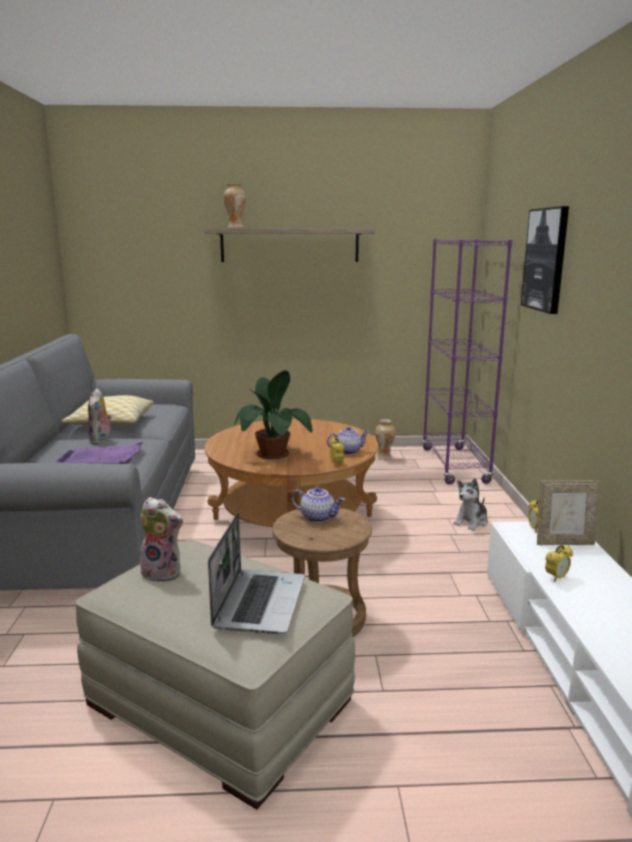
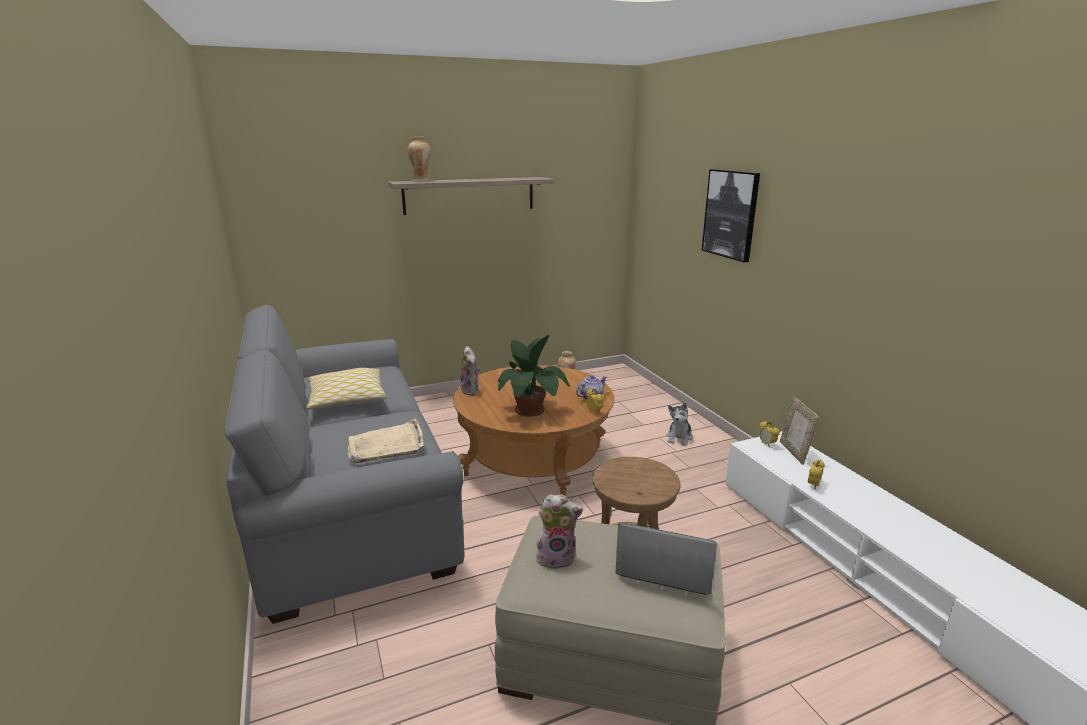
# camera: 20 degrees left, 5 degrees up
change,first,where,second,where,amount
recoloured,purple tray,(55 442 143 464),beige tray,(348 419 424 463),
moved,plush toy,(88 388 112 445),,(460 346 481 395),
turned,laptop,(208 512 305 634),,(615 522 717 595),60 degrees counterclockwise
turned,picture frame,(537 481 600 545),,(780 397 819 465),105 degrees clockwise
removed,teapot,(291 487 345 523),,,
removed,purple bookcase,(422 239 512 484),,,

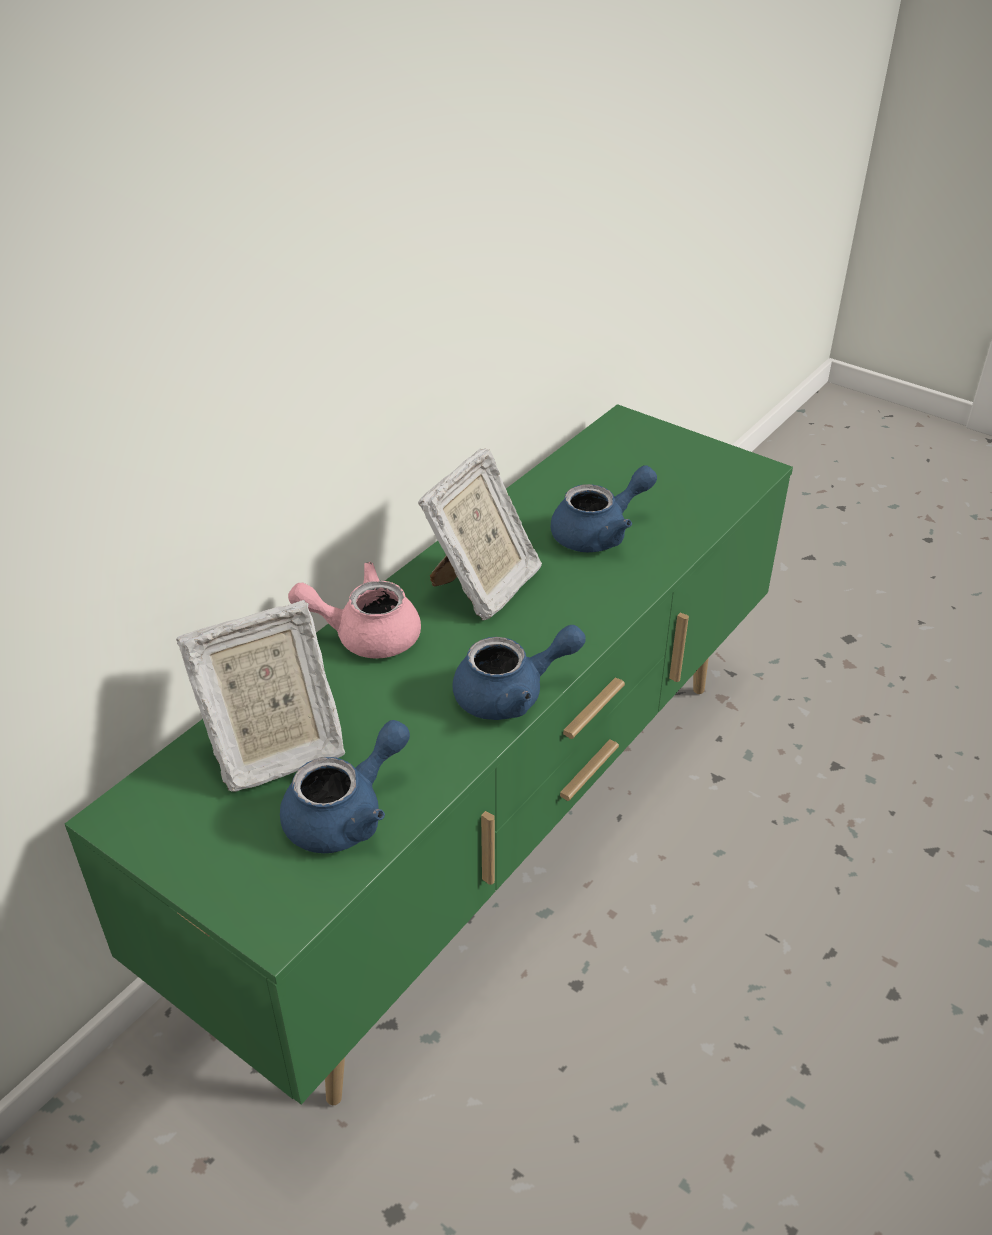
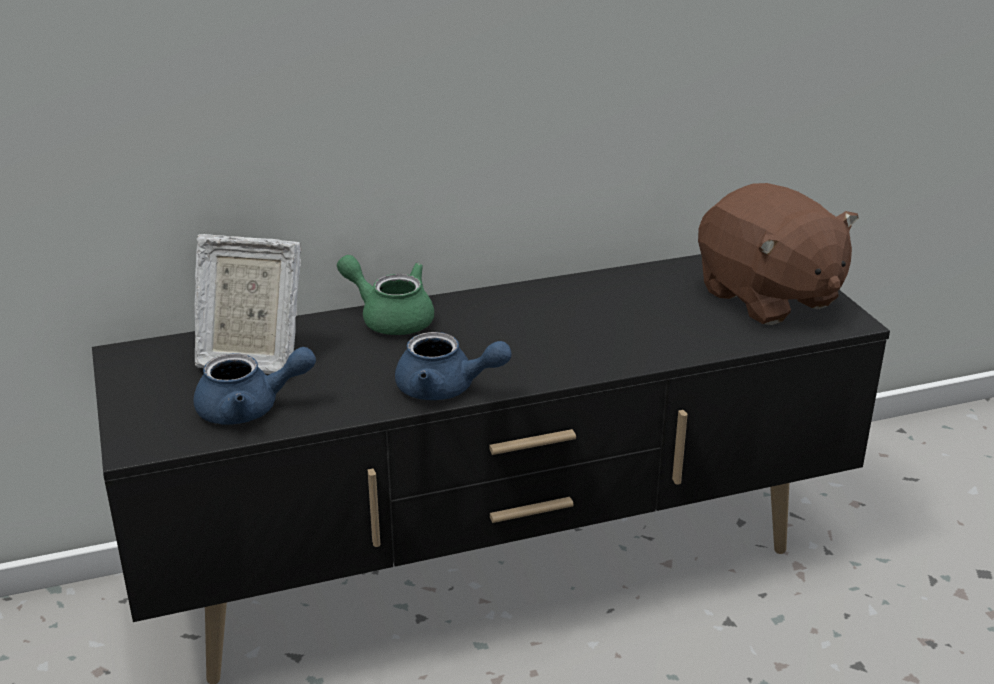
# camera: 35 degrees right, 10 degrees down
change,first,where,second,where,amount
recoloured,green tv stand,(65 404 793 1105),black tv stand,(92 254 890 684),
recoloured,pink teapot,(288 562 421 658),green teapot,(337 255 434 335),
added,,,brown plush toy,(698 183 859 325),
removed,picture frame,(418 448 542 620),,,
removed,blue teapot,(551 466 657 552),,,

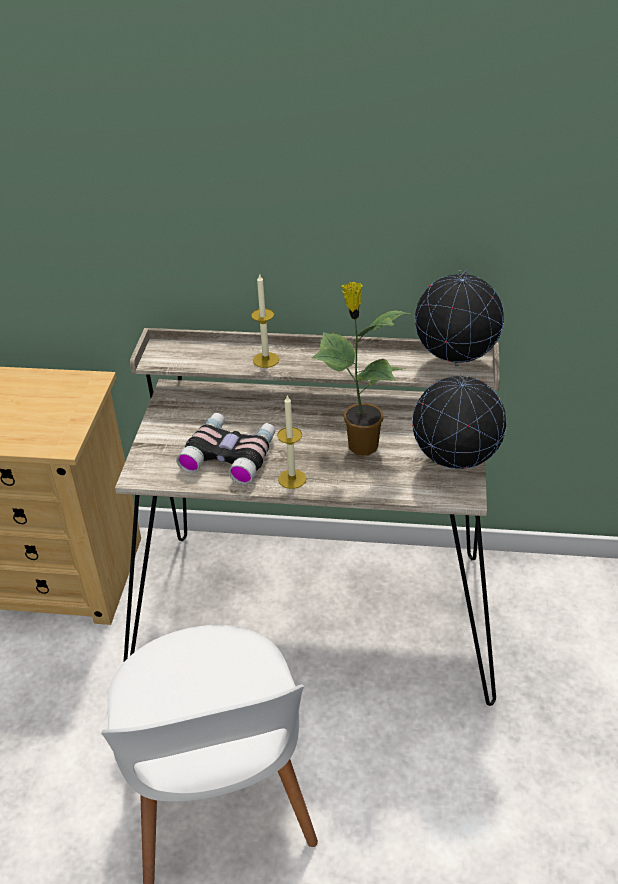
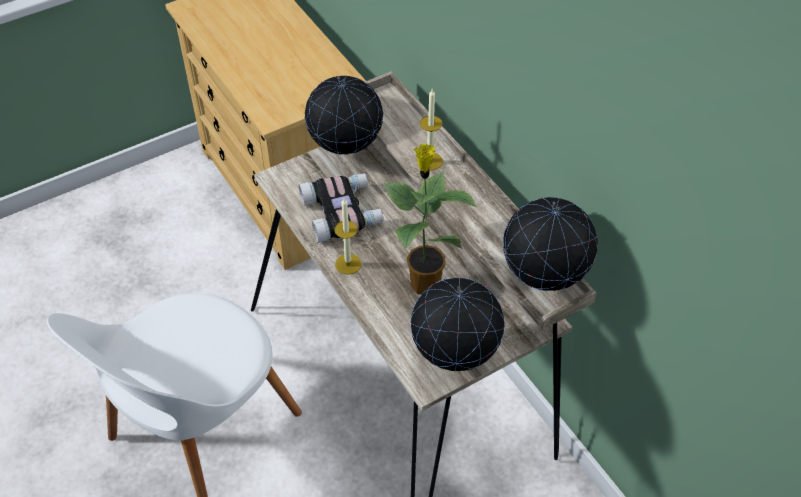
# camera: 50 degrees right, 10 degrees up
change,first,where,second,where,amount
added,,,globe,(304 76 384 154),

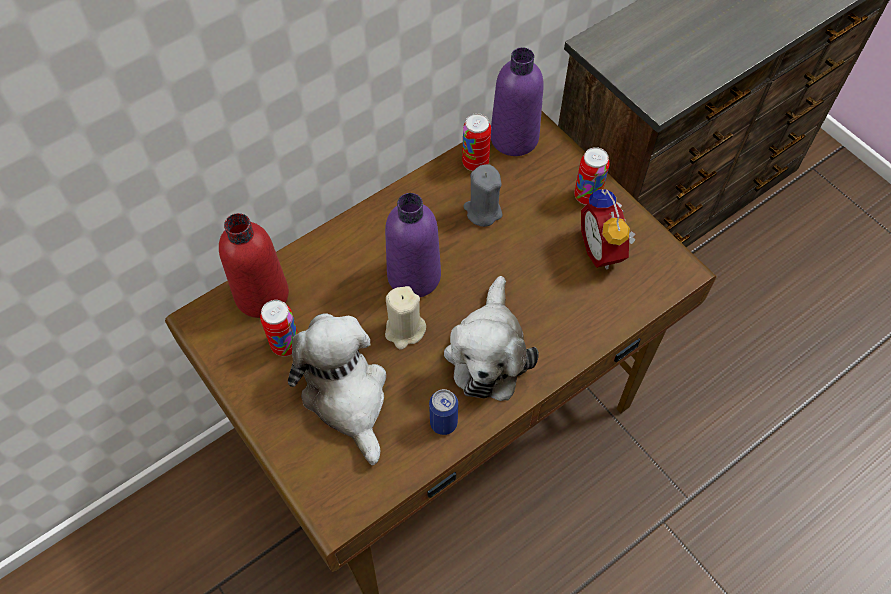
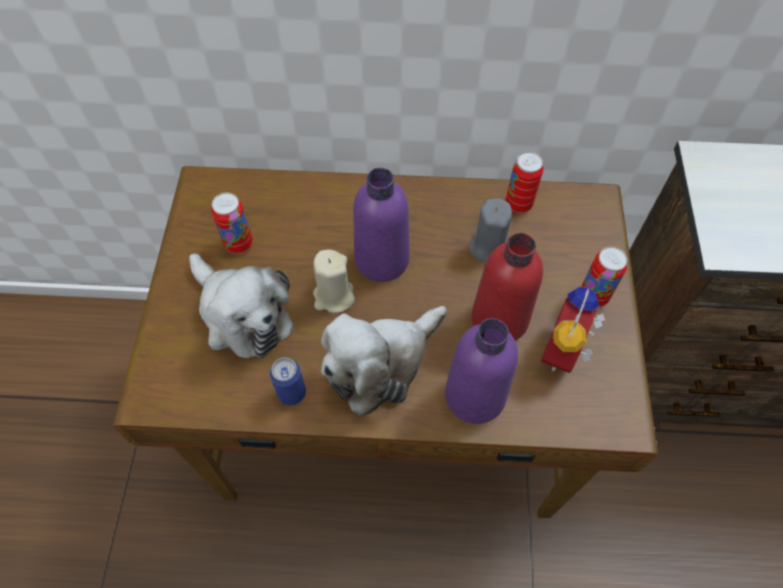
# camera: 40 degrees right, 0 degrees up
change,first,where,second,where,amount
turned,plush toy,(288 314 386 465),,(189 253 294 358),120 degrees clockwise
moved,purple bottle,(491 47 544 156),,(445 318 518 424),
moved,red bottle,(219 213 289 318),,(471 233 543 341),

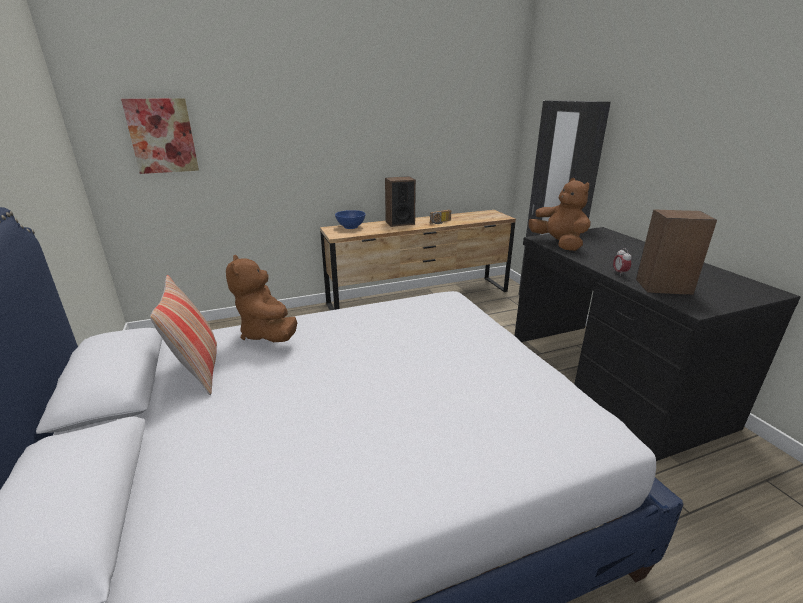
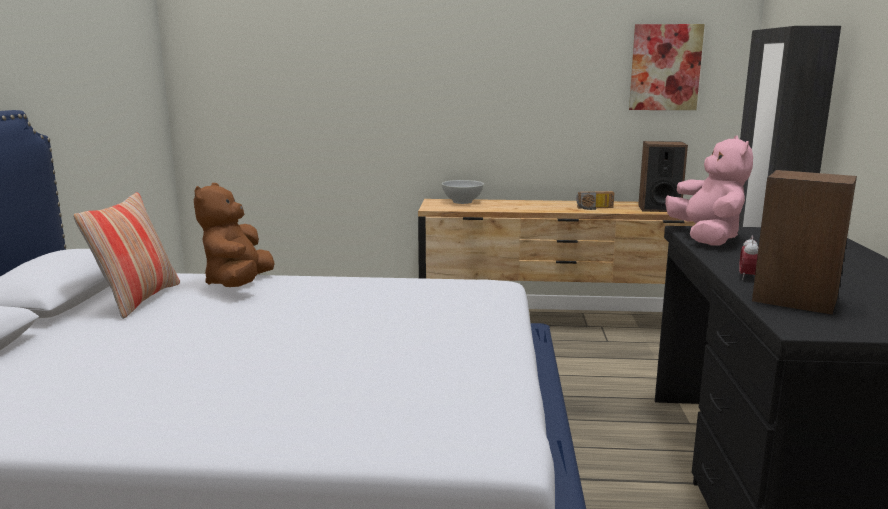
# camera: 25 degrees right, 10 degrees down
change,first,where,second,where,amount
recoloured,blue bowl,(335 210 366 229),white bowl,(442 180 484 204),
moved,picture,(121 98 199 174),,(629 24 705 110),
moved,speaker,(385 176 416 227),,(638 141 688 212),
recoloured,brown plush toy,(529 178 590 251),pink plush toy,(665 136 753 246),

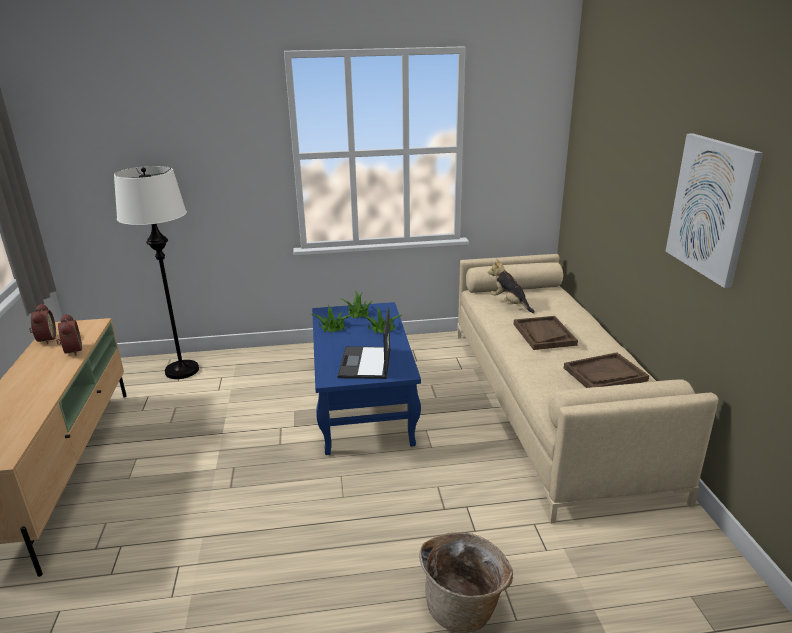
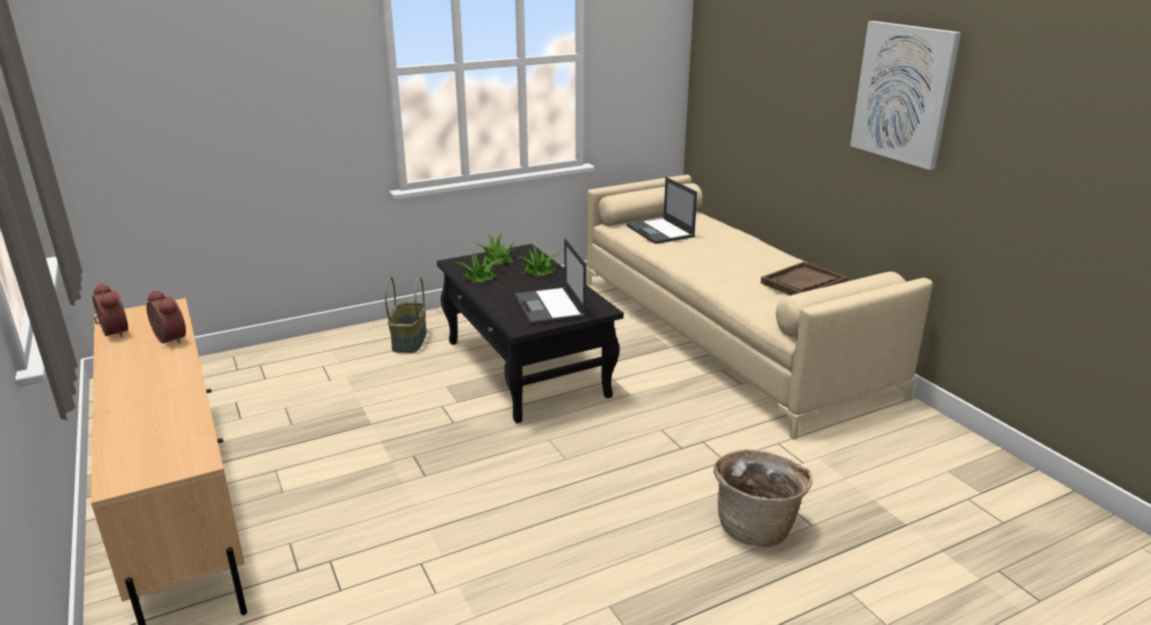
# camera: 20 degrees left, 0 degrees up
change,first,where,second,where,amount
added,,,basket,(385 277 427 353),
recoloured,blue coffee table,(312 302 421 455),black coffee table,(437 244 624 423),
replaced,plush toy,(488 259 535 313),laptop,(627 177 697 244),
removed,white floor lamp,(114 166 199 379),,,
removed,brown tray,(514 316 578 350),,,

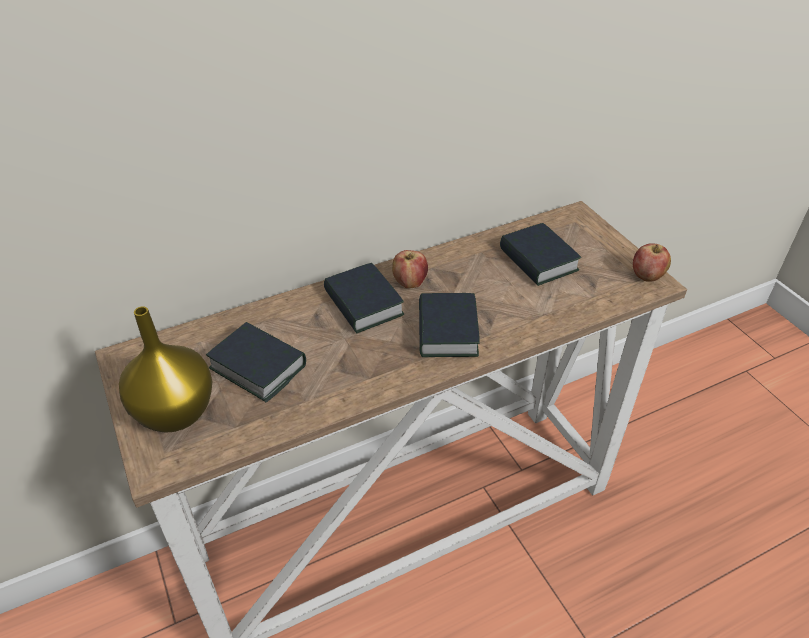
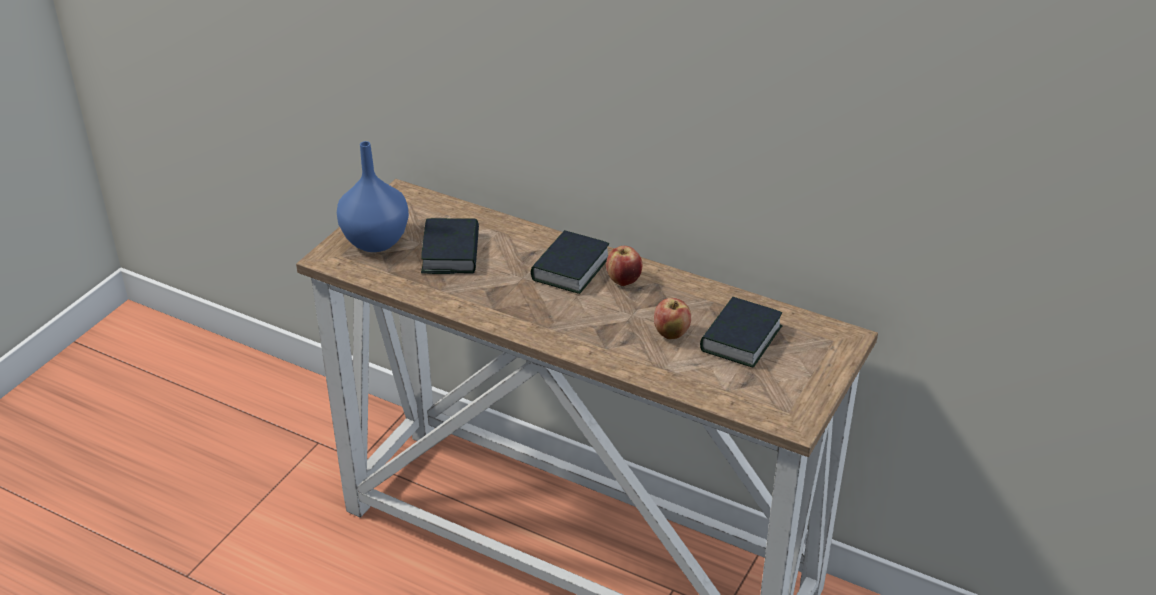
# camera: 55 degrees right, 5 degrees down
change,first,where,second,where,amount
recoloured,yellow vase,(119 306 212 433),blue vase,(337 141 409 252),
moved,apple,(633 244 671 282),,(654 298 691 339),
removed,book,(419 293 479 357),,,

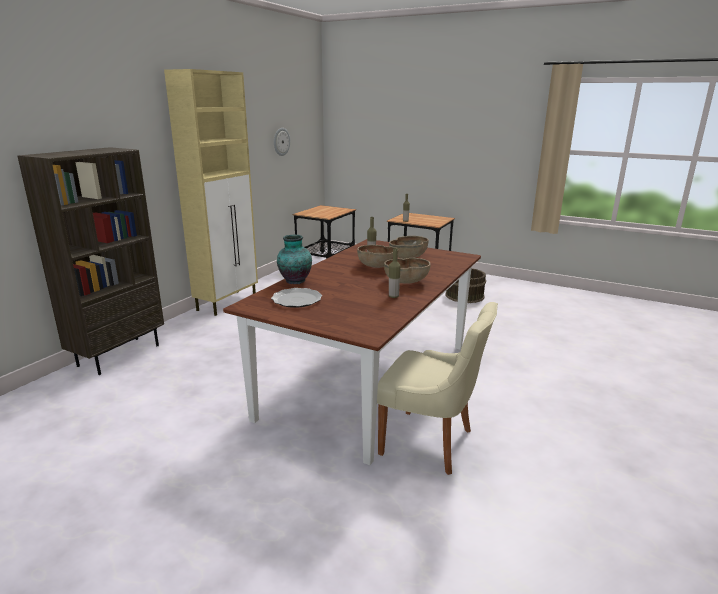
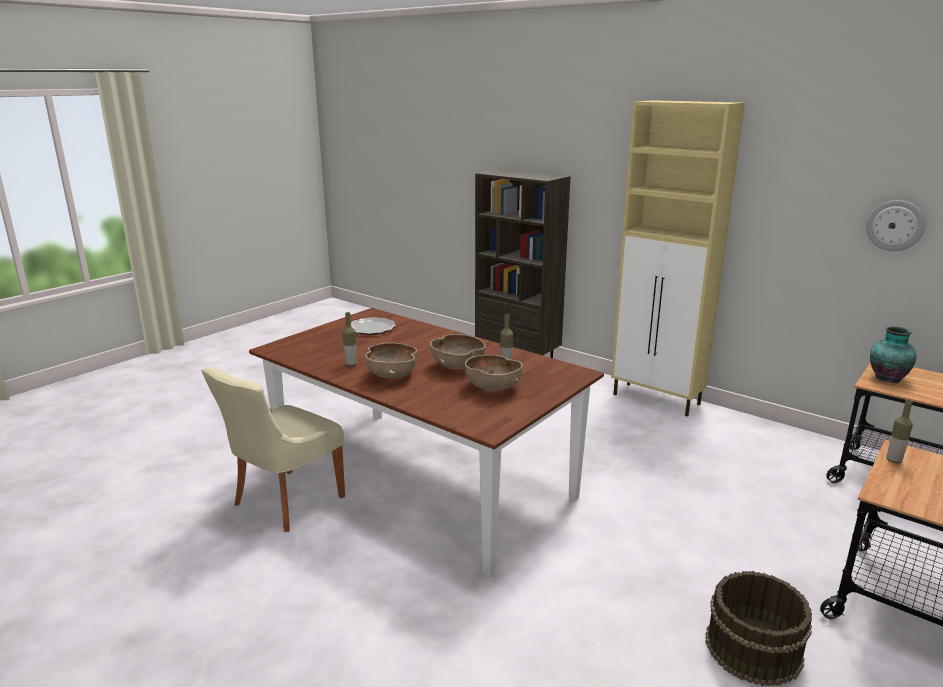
# camera: 100 degrees right, 0 degrees up
change,first,where,second,where,amount
moved,vase,(277 235 312 284),,(870 327 916 383),

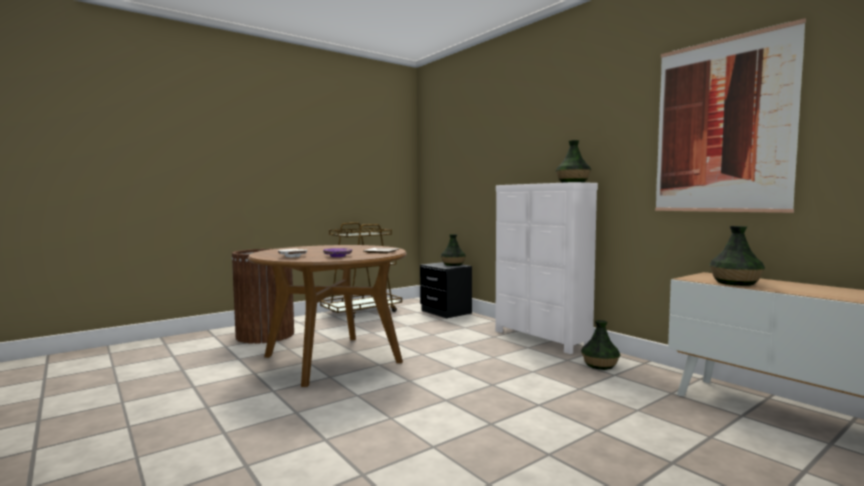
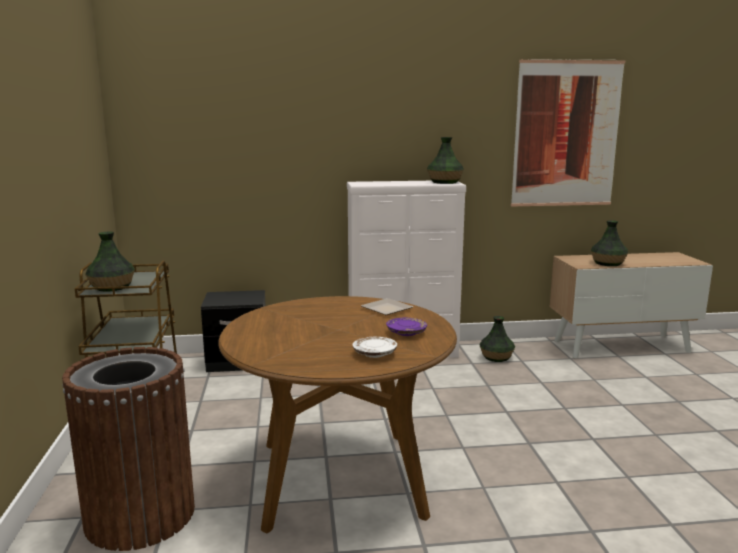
# camera: 60 degrees left, 10 degrees up
change,first,where,second,where,amount
moved,vase,(441 234 466 266),,(85 232 135 292),

